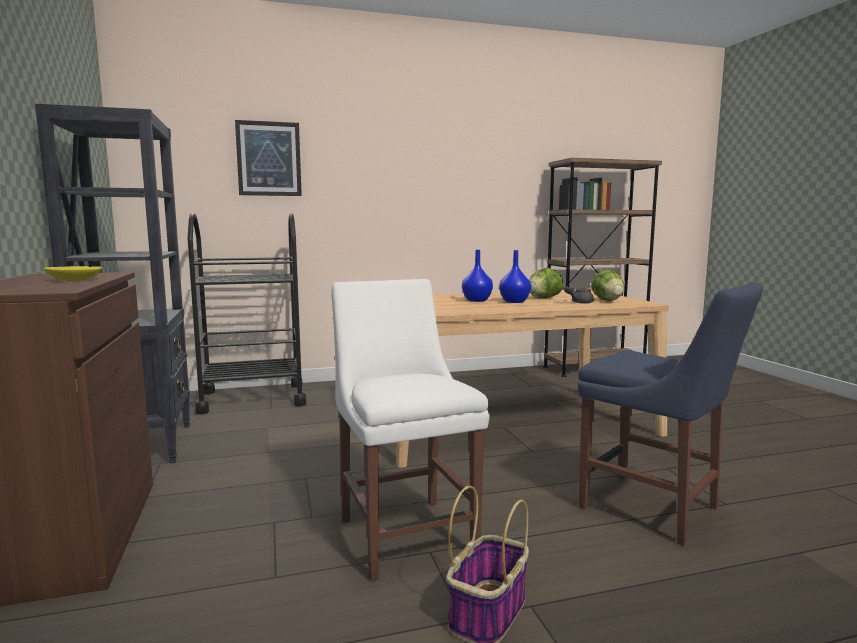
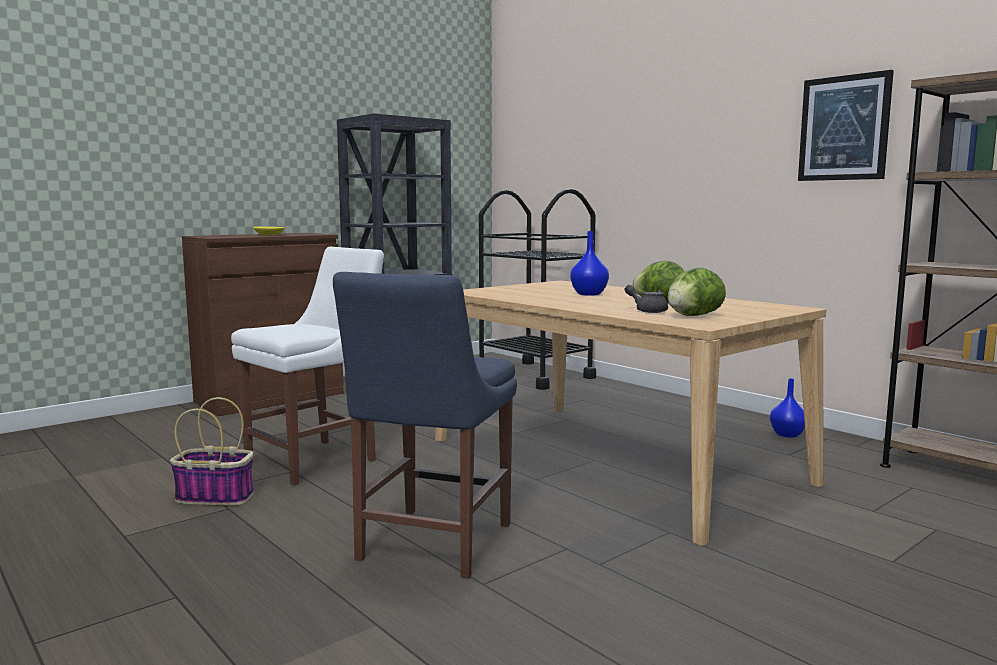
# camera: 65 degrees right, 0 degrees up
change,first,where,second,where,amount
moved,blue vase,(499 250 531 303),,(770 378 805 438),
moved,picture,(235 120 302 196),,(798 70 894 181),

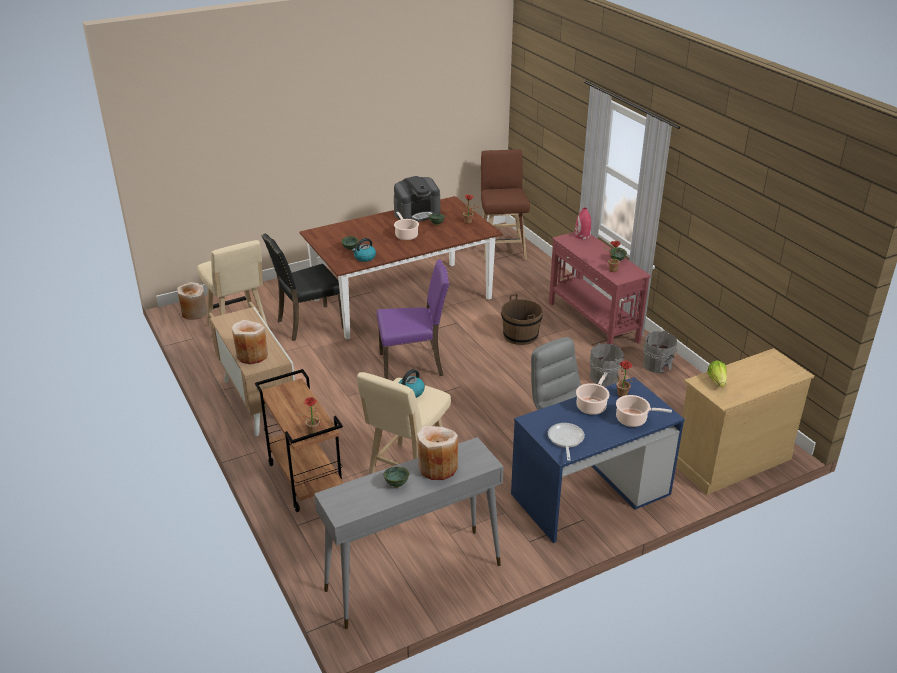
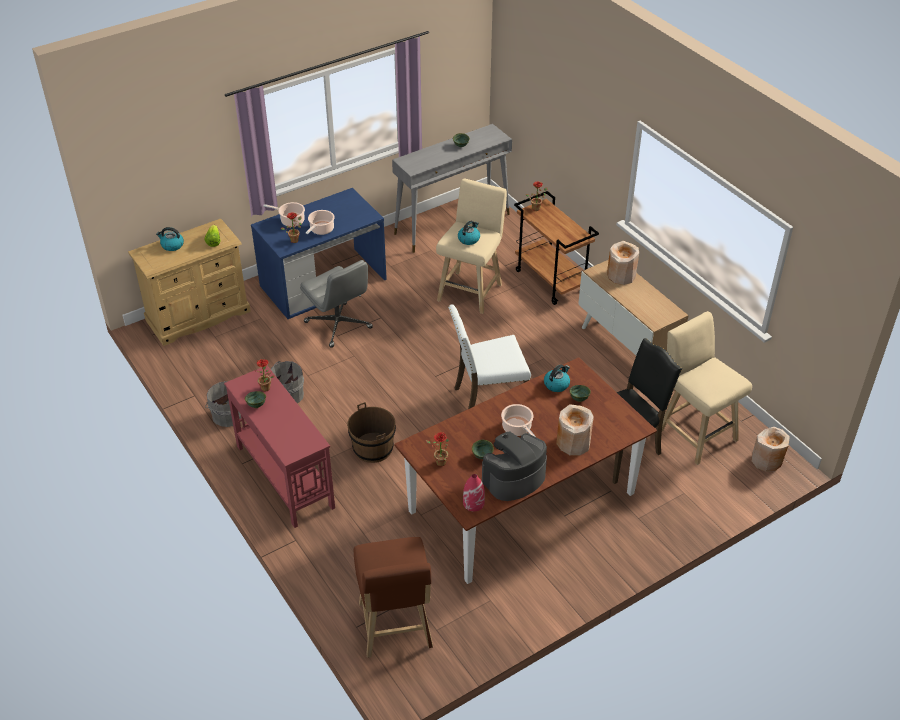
# camera: 175 degrees right, 10 degrees up
change,first,where,second,where,amount
added,,,kettle,(156 227 184 251),
recoloured,purple chair,(377 260 450 379),white chair,(448 304 531 409),
moved,red vase,(575 207 591 239),,(463 474 485 511),
moved,beige vase,(417 426 458 480),,(556 404 594 456),
removed,frying pan,(548 423 585 461),,,

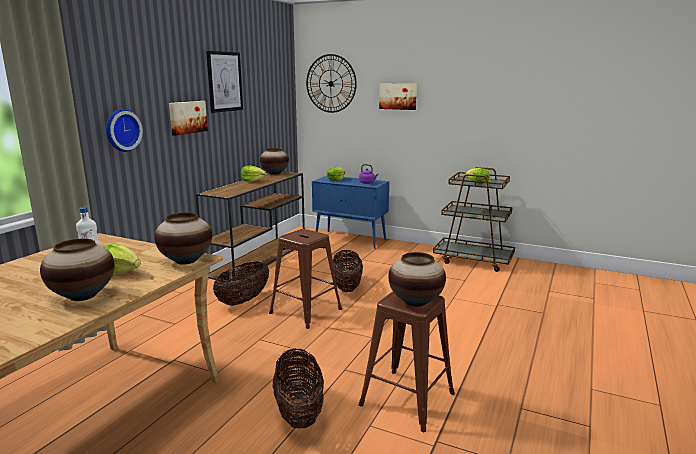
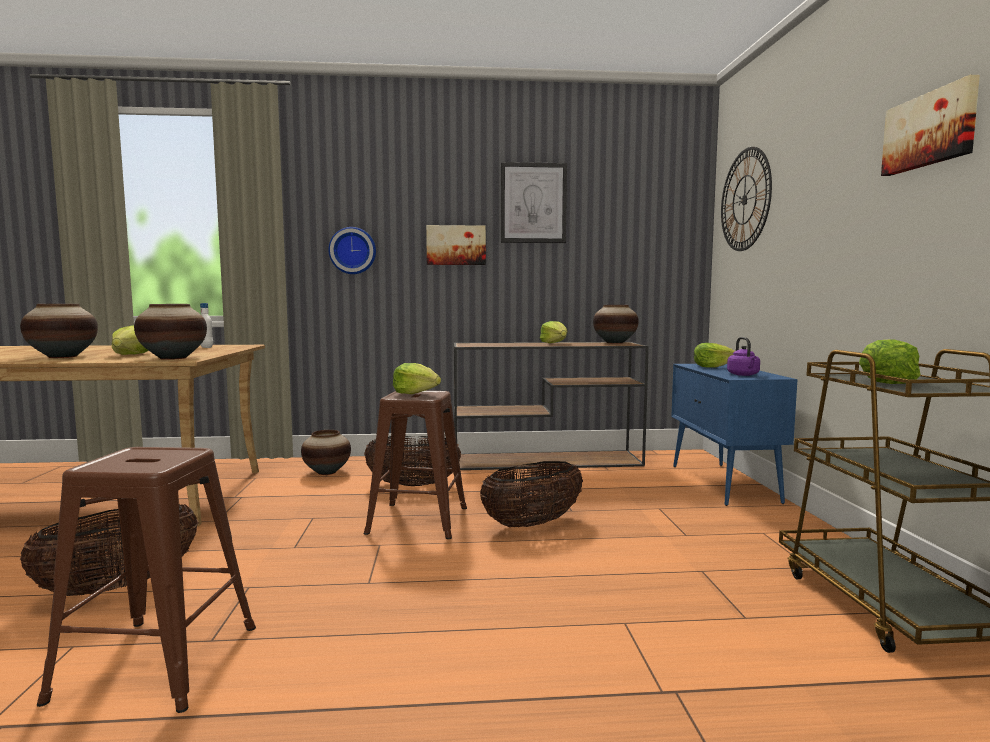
# camera: 60 degrees right, 10 degrees down
change,first,where,second,where,amount
moved,vase,(388 252 446 307),,(301 430 351 475),
added,,,lettuce,(393 363 441 394),
moved,picture,(379 84 417 110),,(881 75 980 176),

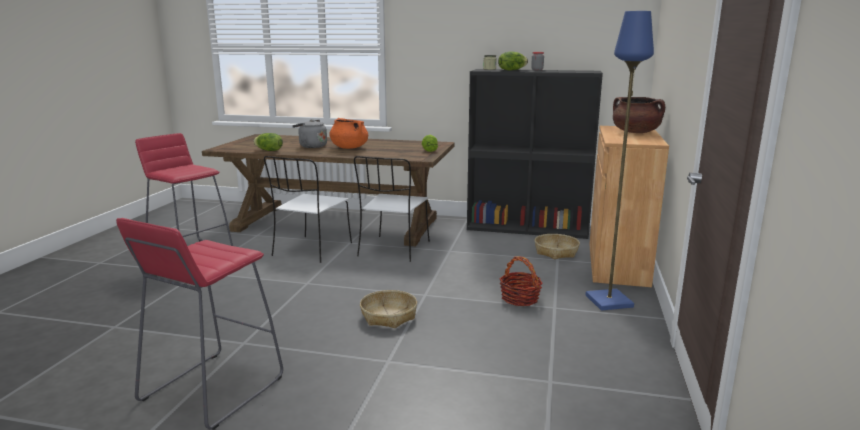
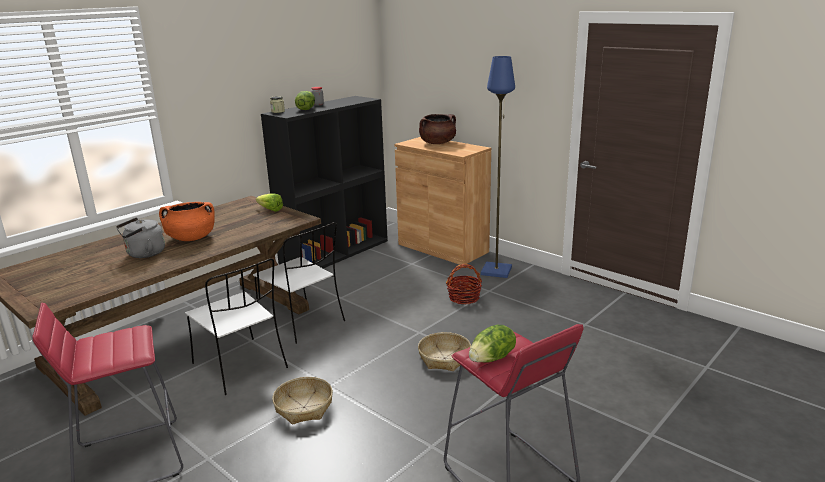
# camera: 60 degrees left, 5 degrees up
change,first,where,second,where,amount
moved,basket,(535 234 580 259),,(272 377 333 425),
moved,lettuce,(253 133 283 151),,(469 325 516 363),

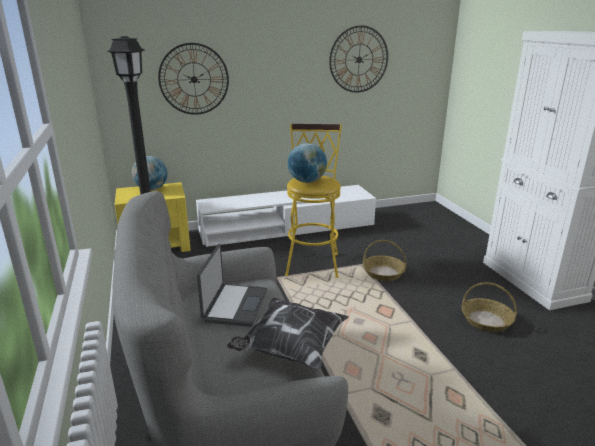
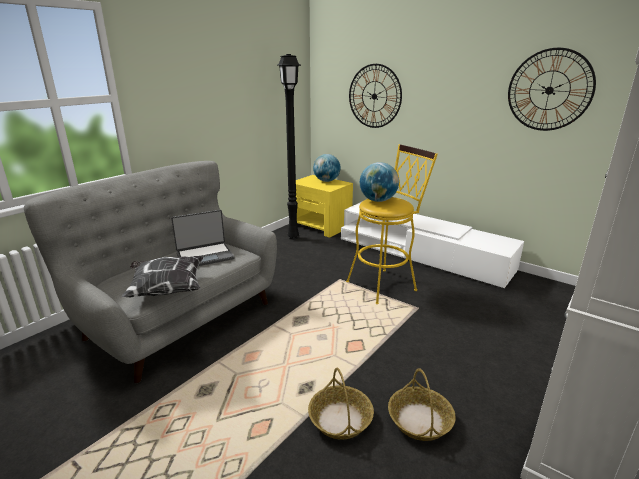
# camera: 55 degrees right, 0 degrees up
change,first,where,second,where,amount
moved,basket,(363 240 407 281),,(308 368 374 440),

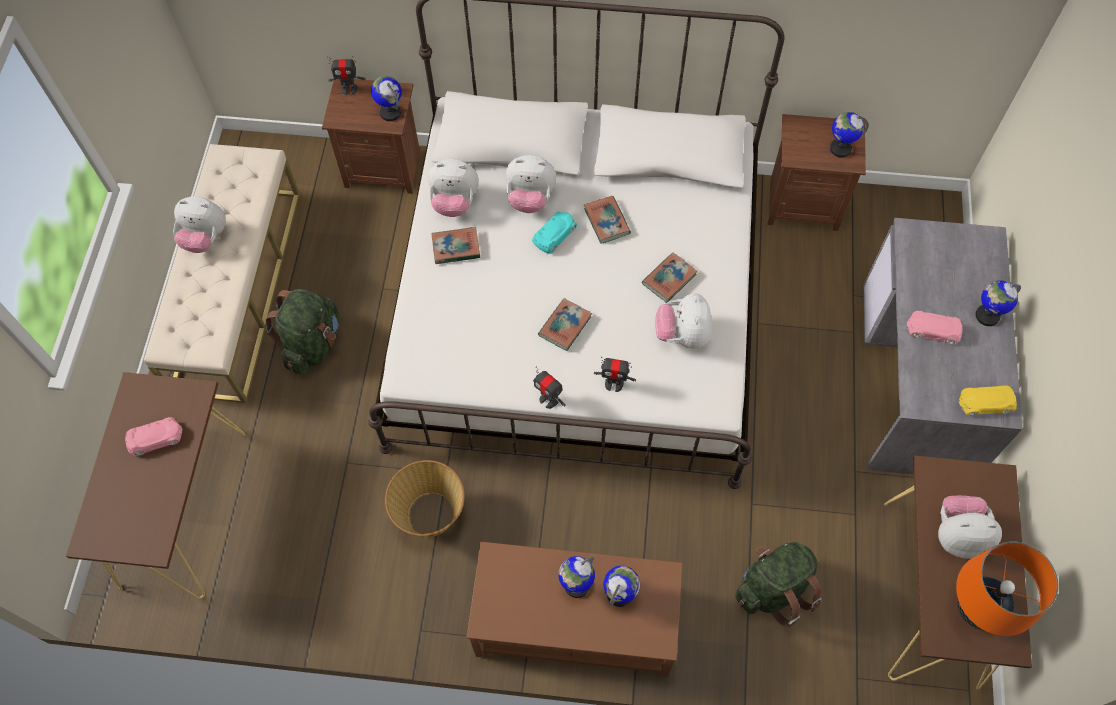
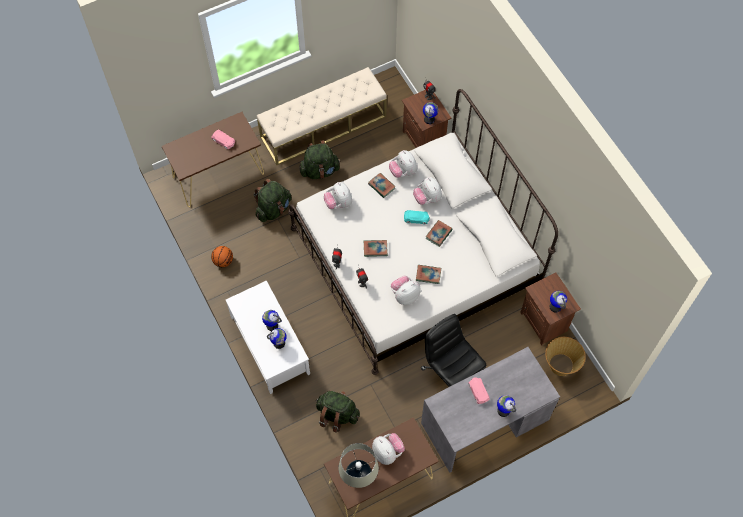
# camera: 55 degrees right, 0 degrees up
change,first,where,second,where,amount
added,,,basketball,(211 246 233 267),
recoloured,brown coffee table,(467 542 683 678),white coffee table,(226 281 310 394),
added,,,green backpack,(254 179 292 222),
moved,plush toy,(173 196 226 253),,(324 182 352 209),
recoloured,orange table lamp,(956 541 1058 636),beige table lamp,(338 443 379 488),
added,,,black office chair,(421 314 486 387),
moved,basket,(385 460 465 537),,(545 337 586 376),
removed,yellow toy car,(959 385 1017 416),,,

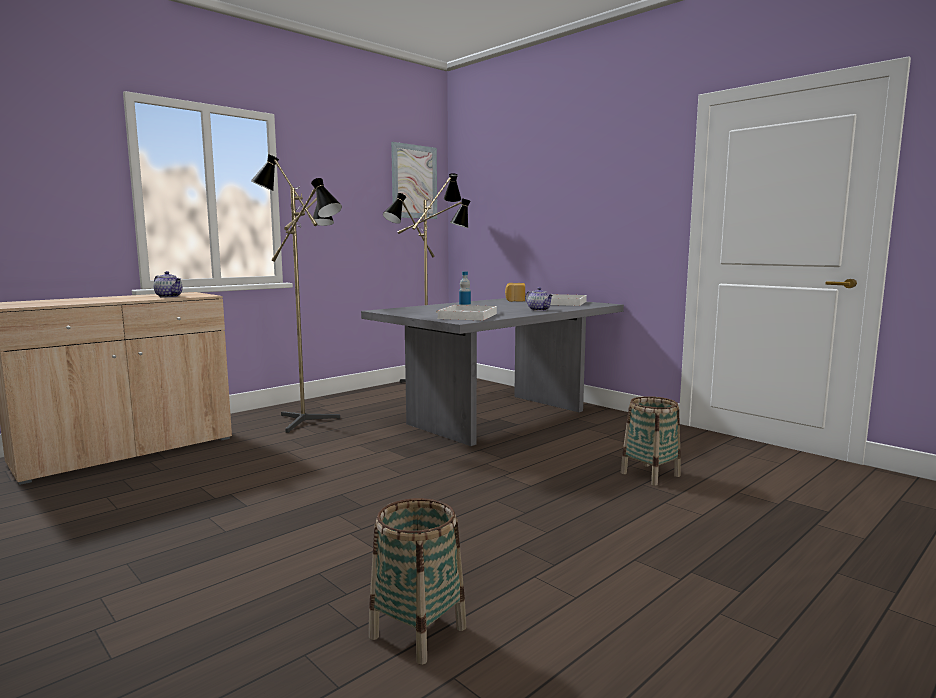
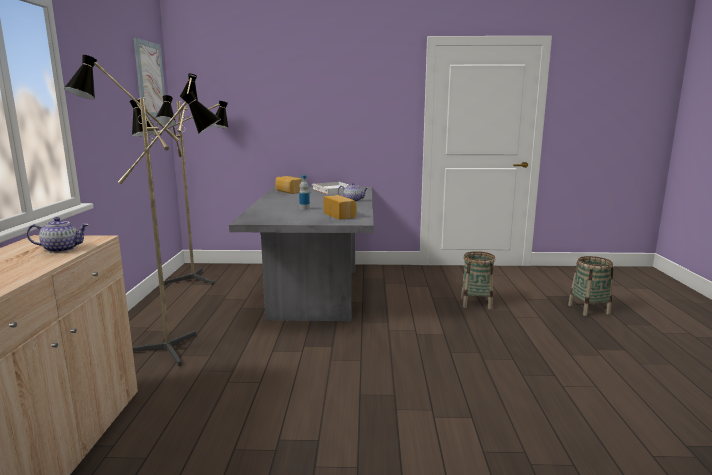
# camera: 45 degrees left, 5 degrees up
change,first,where,second,where,amount
replaced,white tray,(436 305 497 320),bread,(323 195 357 219),
moved,basket,(368 498 466 665),,(568 256 613 316),

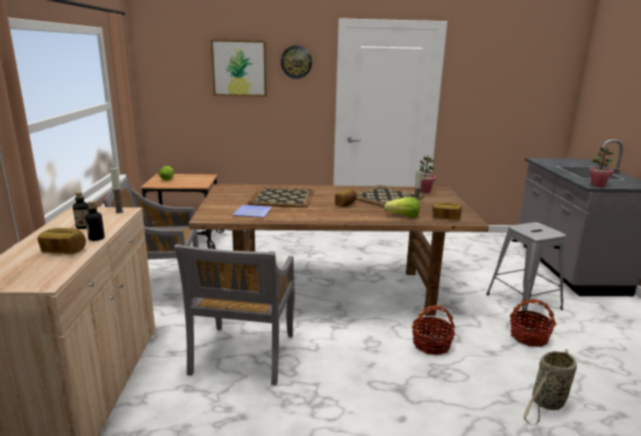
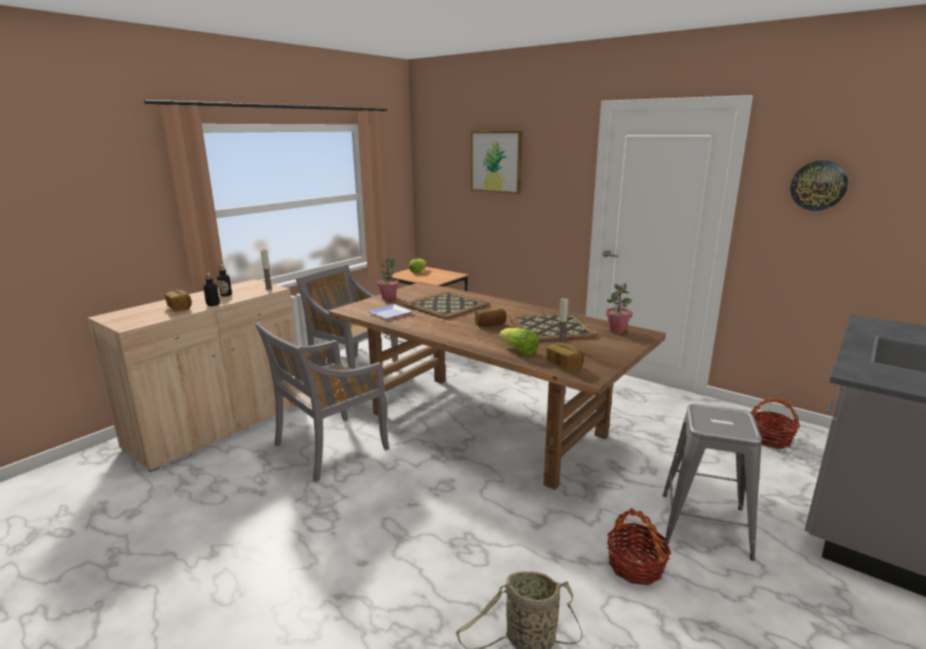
# camera: 40 degrees right, 0 degrees up
change,first,where,second,where,amount
moved,potted plant,(589 147 613 187),,(377 258 399 301),
moved,basket,(412 305 455 355),,(751 398 800 449),
moved,wall clock,(281 46 312 79),,(790 161 848 211),

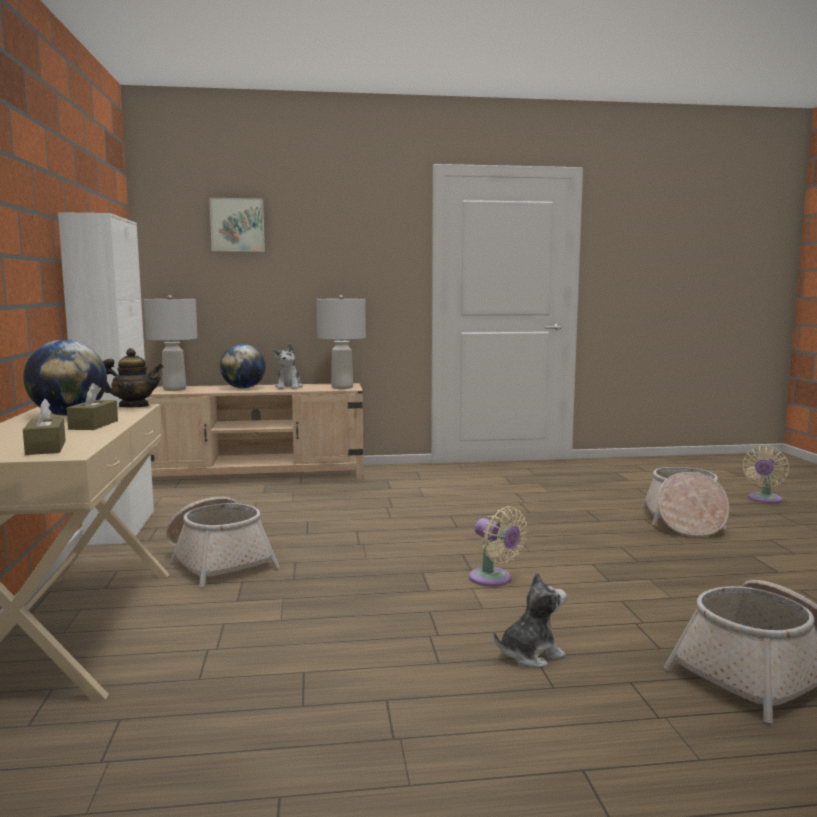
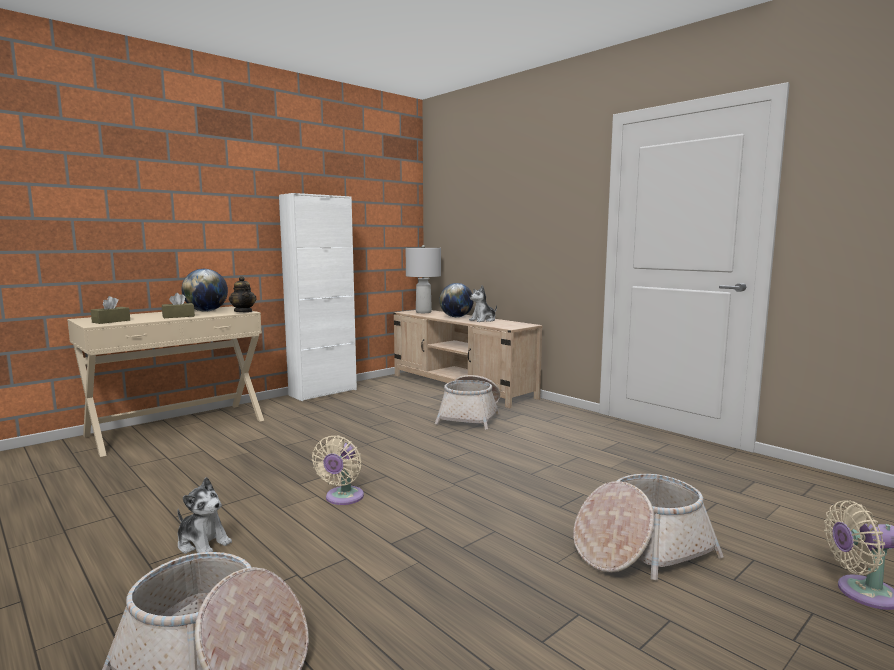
# camera: 55 degrees right, 0 degrees up
change,first,where,second,where,amount
moved,basket,(166 497 280 587),,(435 375 500 430),
removed,picture,(209 198 265 252),,,
removed,grey table lamp,(316 295 366 389),,,

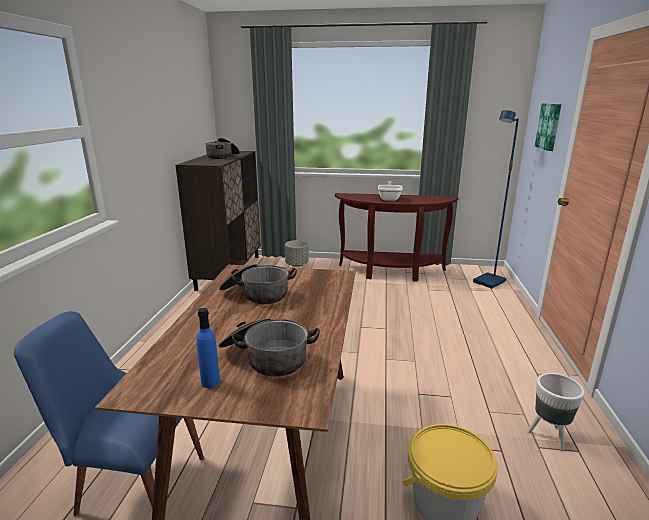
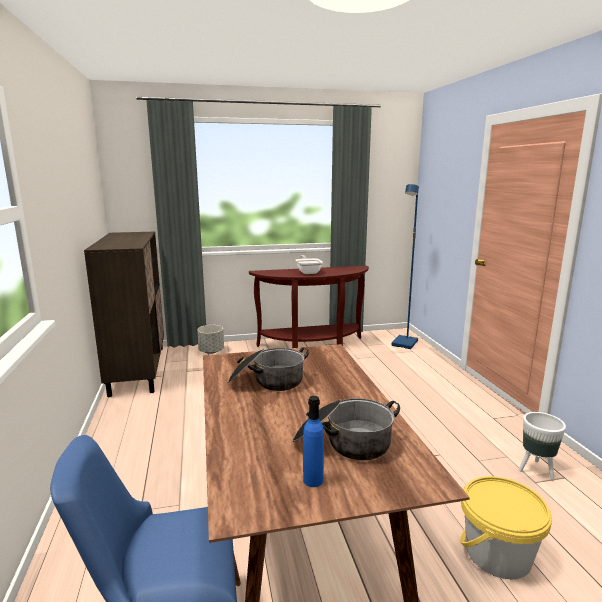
# camera: 20 degrees left, 5 degrees down
change,first,where,second,where,amount
removed,cooking pot,(205 138 240 159),,,
removed,picture,(535 103 562 151),,,

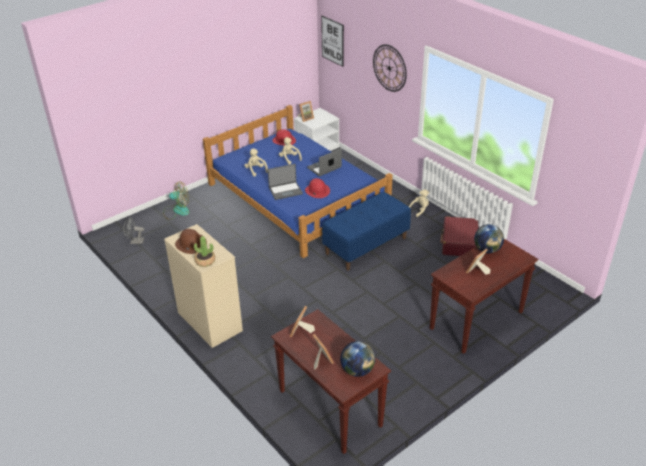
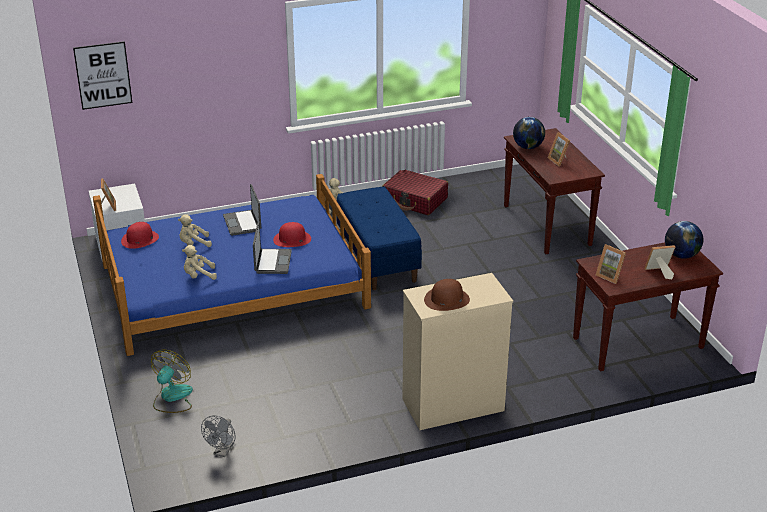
# camera: 70 degrees left, 5 degrees down
change,first,where,second,where,amount
removed,potted plant,(194 236 215 267),,,
removed,wall clock,(373 44 407 92),,,

